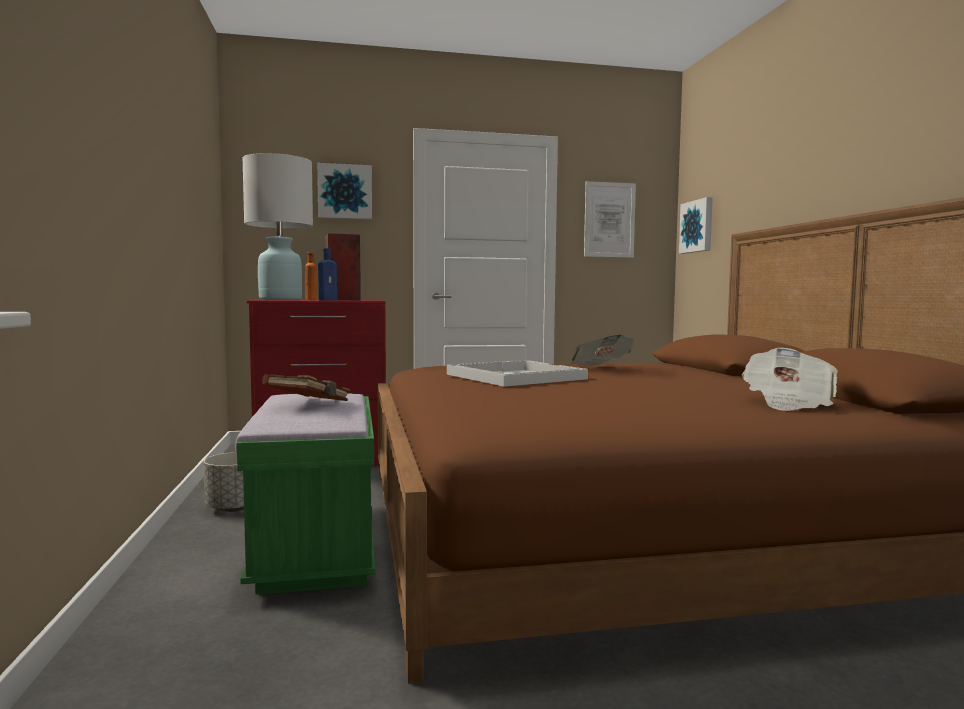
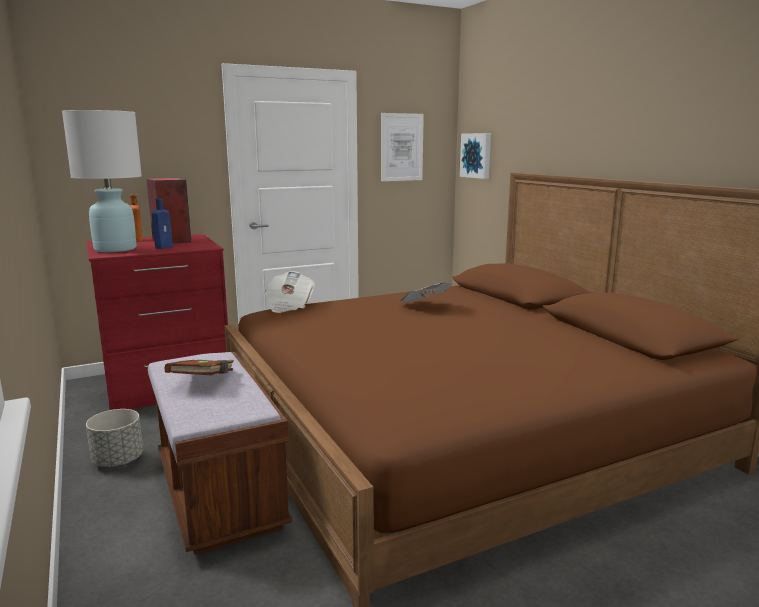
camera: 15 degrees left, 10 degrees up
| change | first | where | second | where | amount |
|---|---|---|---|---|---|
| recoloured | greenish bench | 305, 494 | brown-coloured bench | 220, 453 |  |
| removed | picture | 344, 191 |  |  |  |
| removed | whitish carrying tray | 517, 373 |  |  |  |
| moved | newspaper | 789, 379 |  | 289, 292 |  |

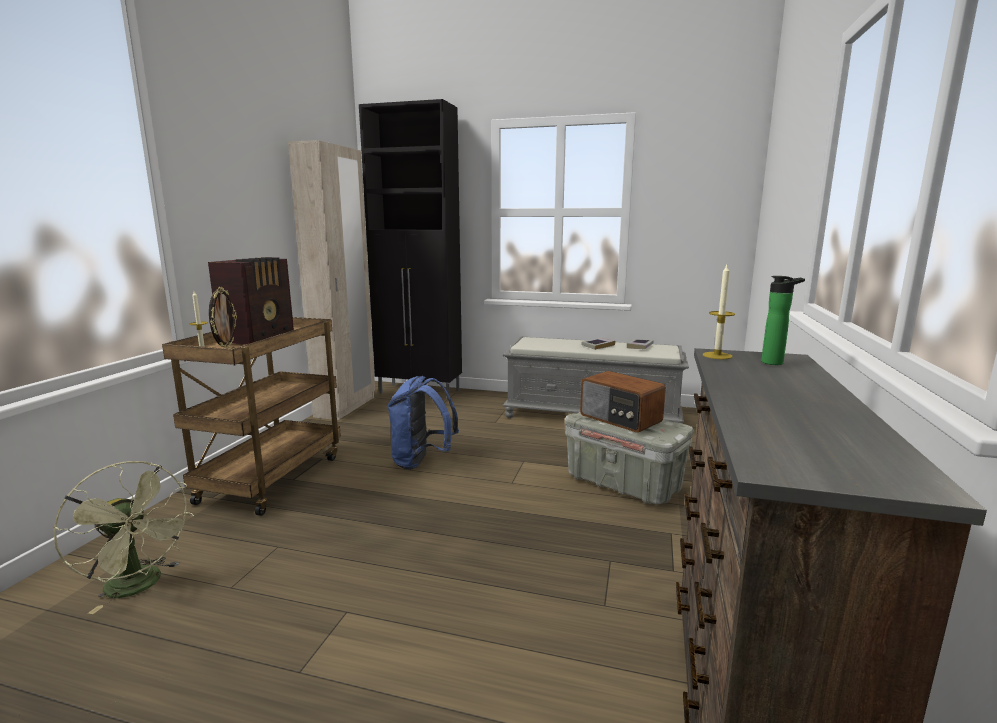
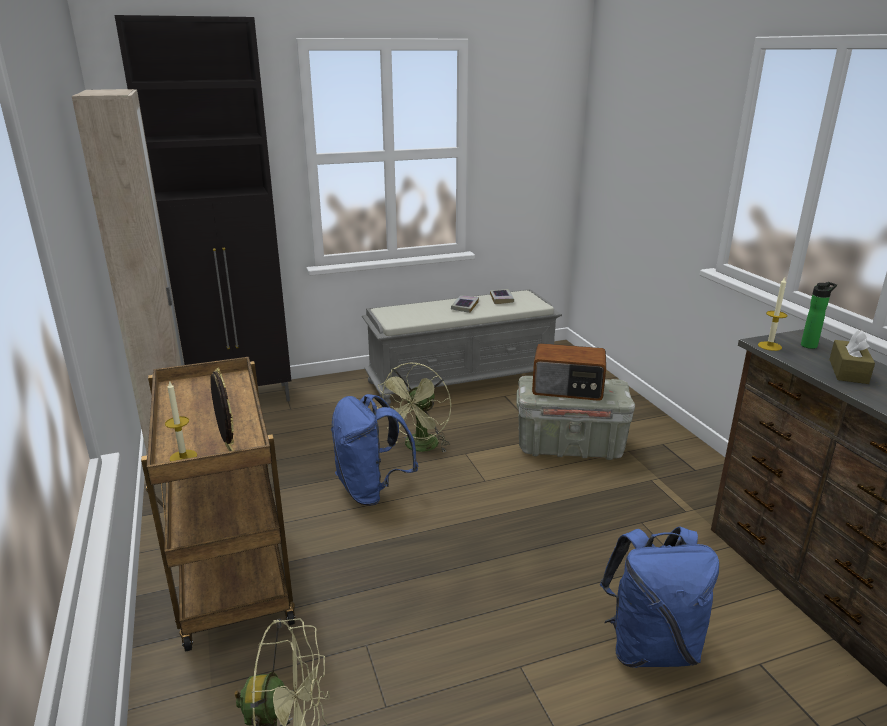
camera: 35 degrees left, 10 degrees up
| change | first | where | second | where | amount |
|---|---|---|---|---|---|
| removed | radio set | 251, 301 |  |  |  |
| added |  |  | greenish electric fan | 414, 407 |  |
| added |  |  | blue-coloured rucksack | 659, 597 |  |
| added |  |  | brown-coloured box of tissues | 852, 357 |  |

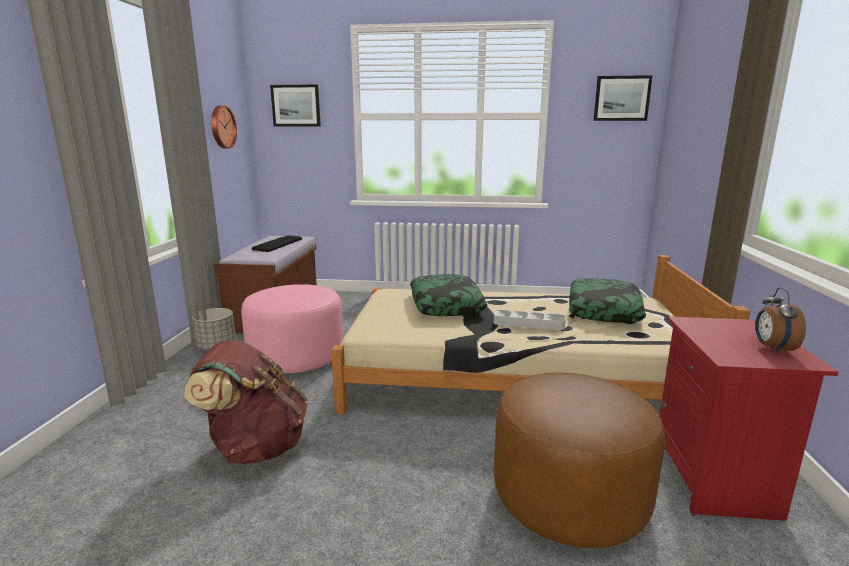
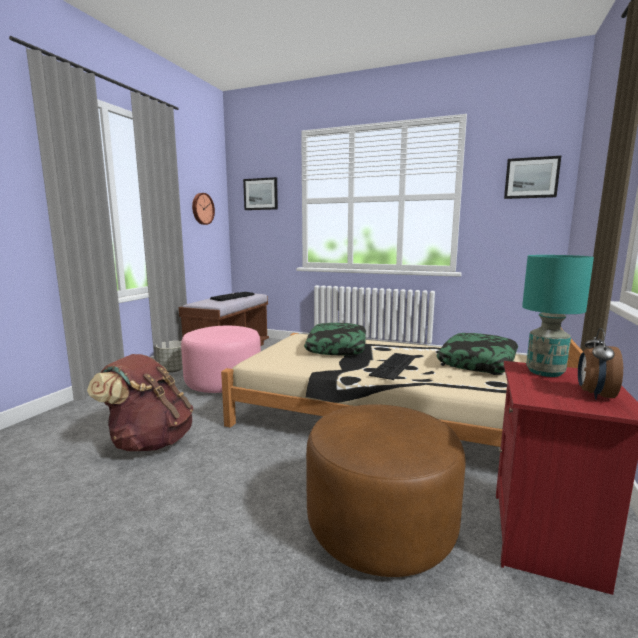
camera: 15 degrees right, 5 degrees down
| change | first | where | second | where | amount |
|---|---|---|---|---|---|
| replaced | gray carrying tray | 530, 320 | keyboard | 393, 366 |  |
| added |  |  | turquoise table lamp | 558, 316 |  |

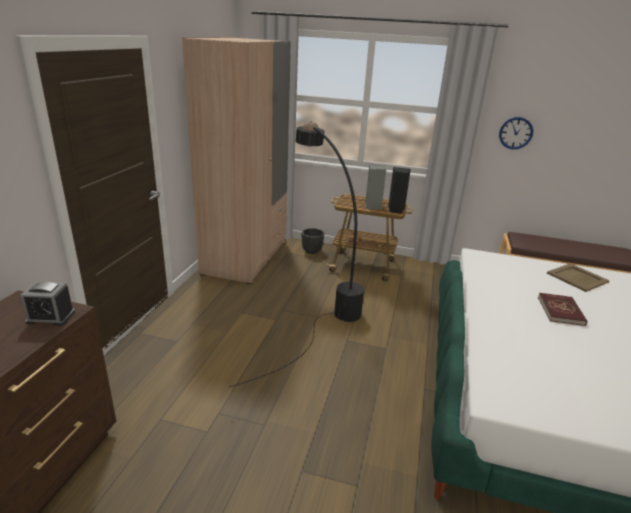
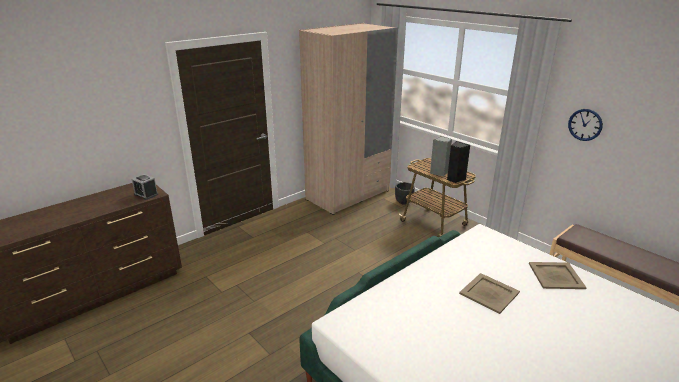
camera: 35 degrees right, 0 degrees up
| change | first | where | second | where | amount |
|---|---|---|---|---|---|
| removed | blackish standard lamp | 296, 254 |  |  |  |
| replaced | red book | 562, 309 | beige-coloured carrying tray | 489, 293 |  |

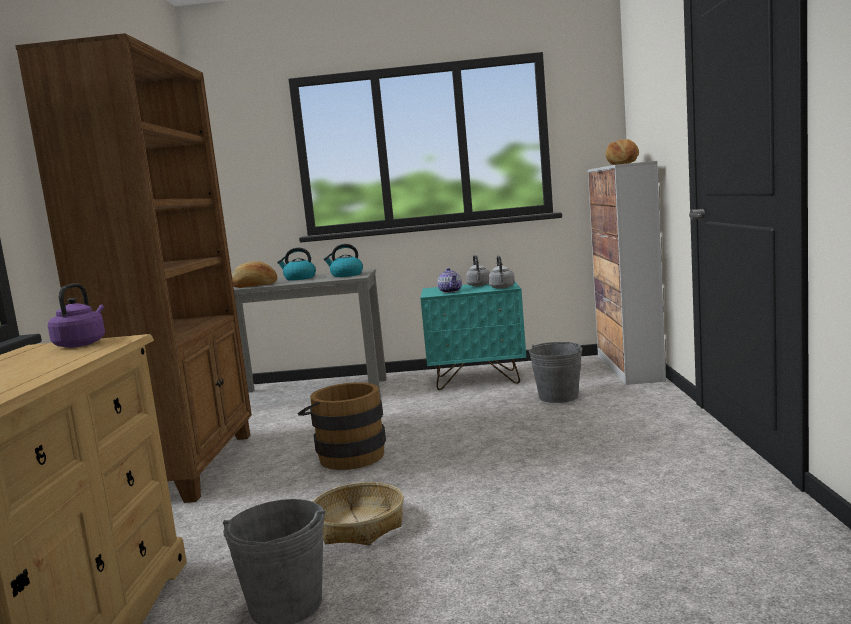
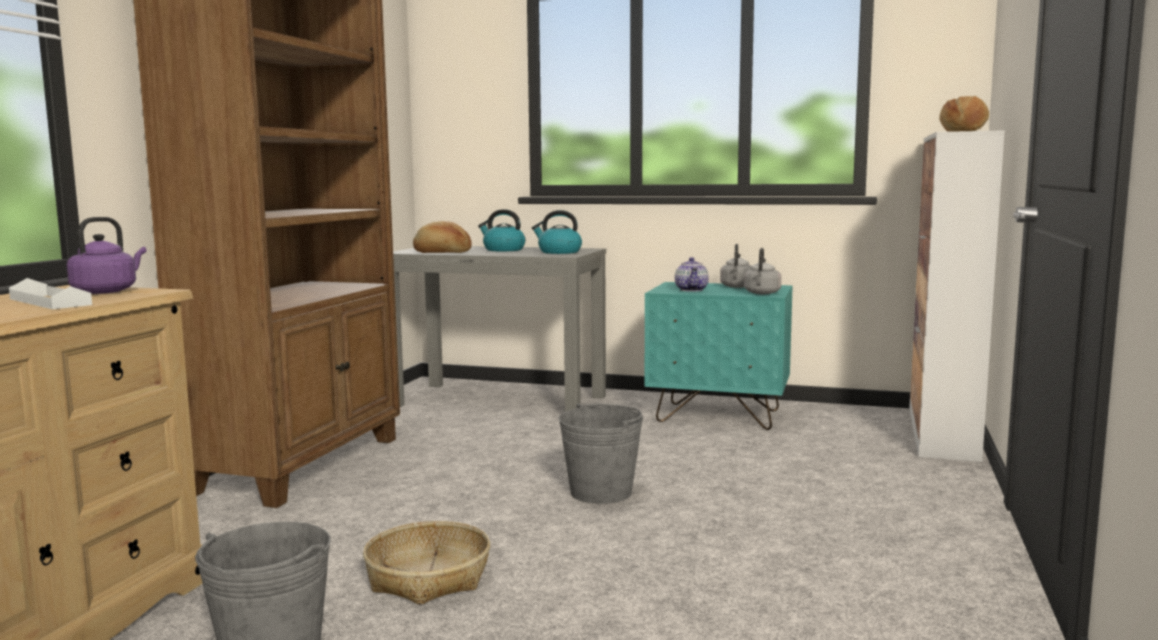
camera: 15 degrees right, 0 degrees up
| change | first | where | second | where | amount |
|---|---|---|---|---|---|
| removed | brown-coloured water bucket | 342, 426 |  |  |  |
| moved | gray water bucket | 556, 372 |  | 600, 453 |  |
| added |  |  | whitish carrying tray | 50, 293 |  |

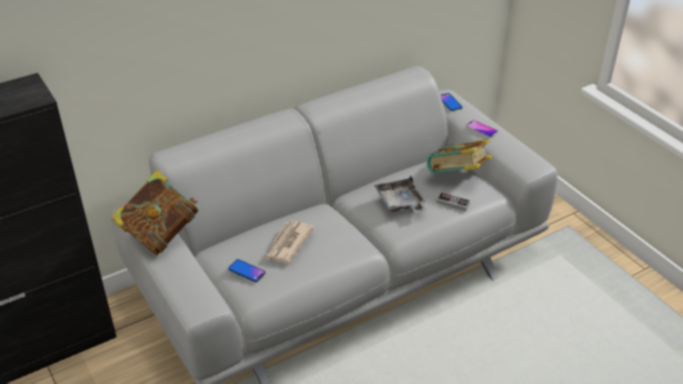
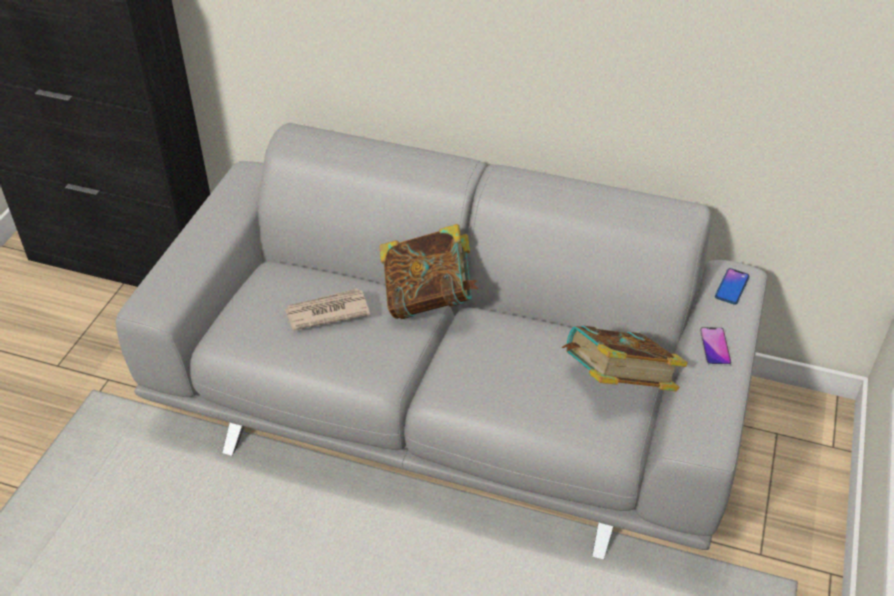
camera: 50 degrees right, 5 degrees up
| change | first | where | second | where | amount |
|---|---|---|---|---|---|
| moved | book | 154, 212 |  | 429, 271 |  |
| removed | handset | 246, 270 |  |  |  |
| removed | gray carrying tray | 400, 194 |  |  |  |
| removed | game controller | 453, 201 |  |  |  |

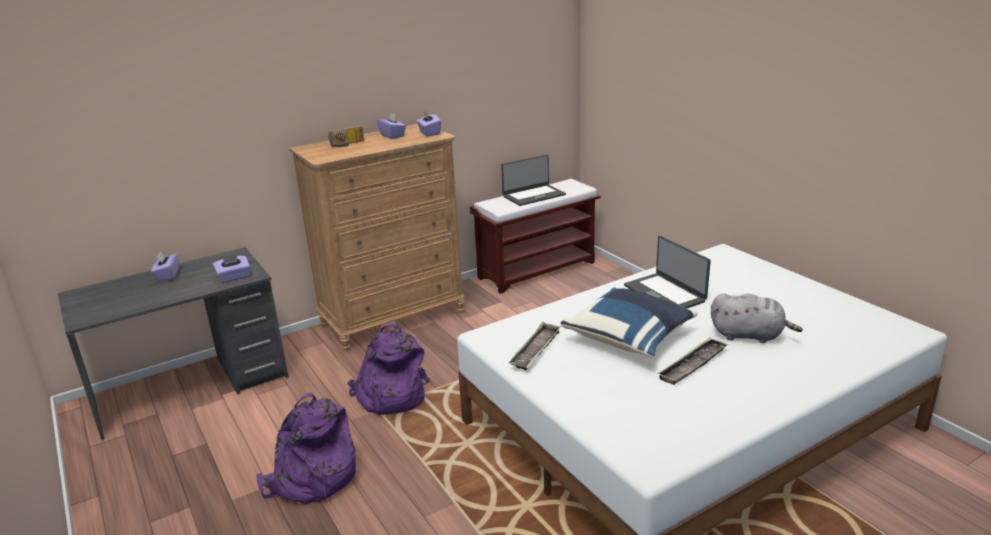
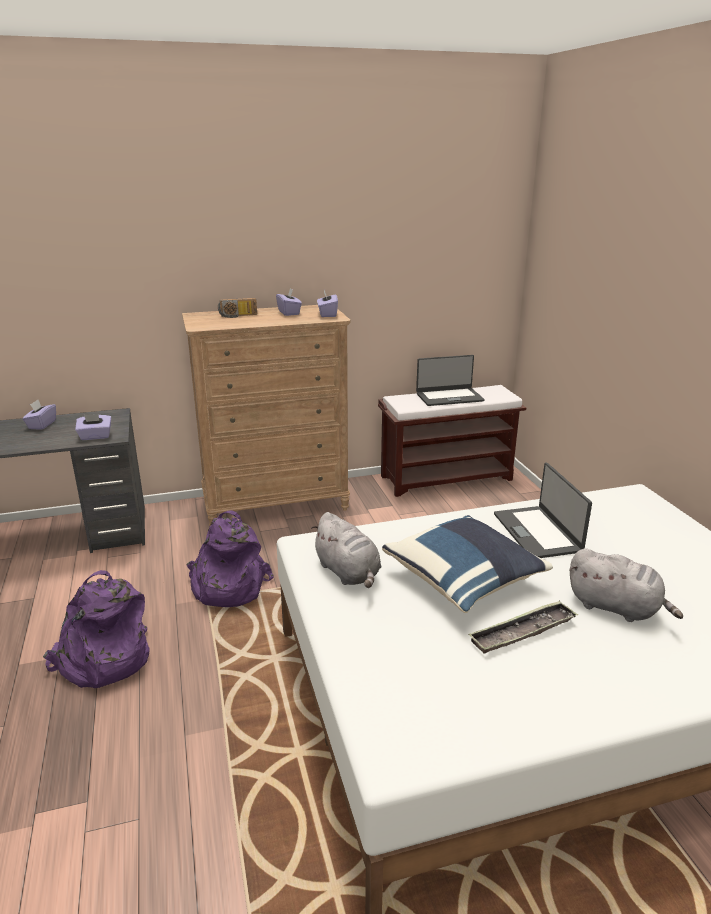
camera: 15 degrees right, 0 degrees up
| change | first | where | second | where | amount |
|---|---|---|---|---|---|
| replaced | carrying tray | 535, 346 | gray soft toy | 346, 550 |  |

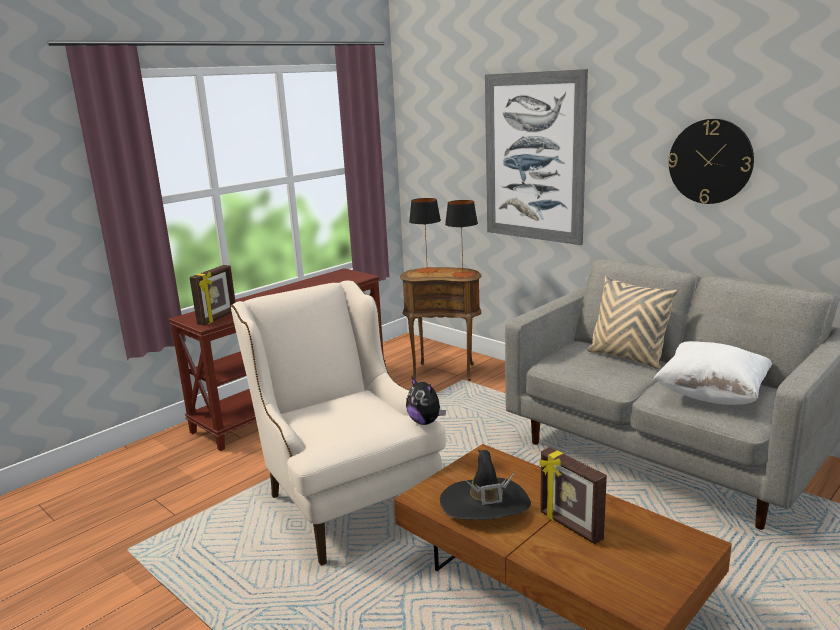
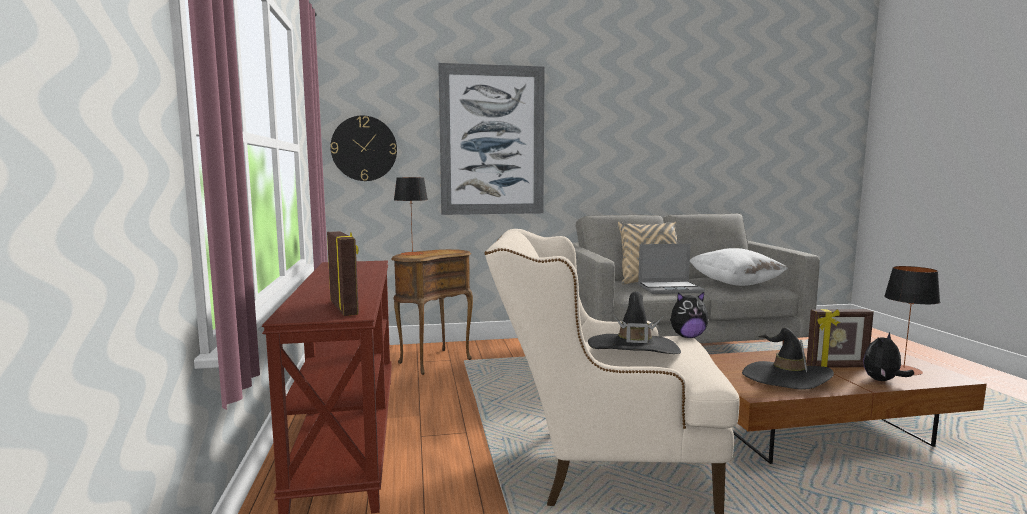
camera: 55 degrees left, 10 degrees down
| change | first | where | second | where | amount |
|---|---|---|---|---|---|
| moved | table lamp | 461, 239 |  | 912, 320 |  |
| moved | clock on the wall | 711, 161 |  | 363, 148 |  |
| added |  |  | blackish wearable hat | 634, 322 |  |
| added |  |  | portable computer | 671, 269 |  |
| added |  |  | soft toy | 888, 356 |  |

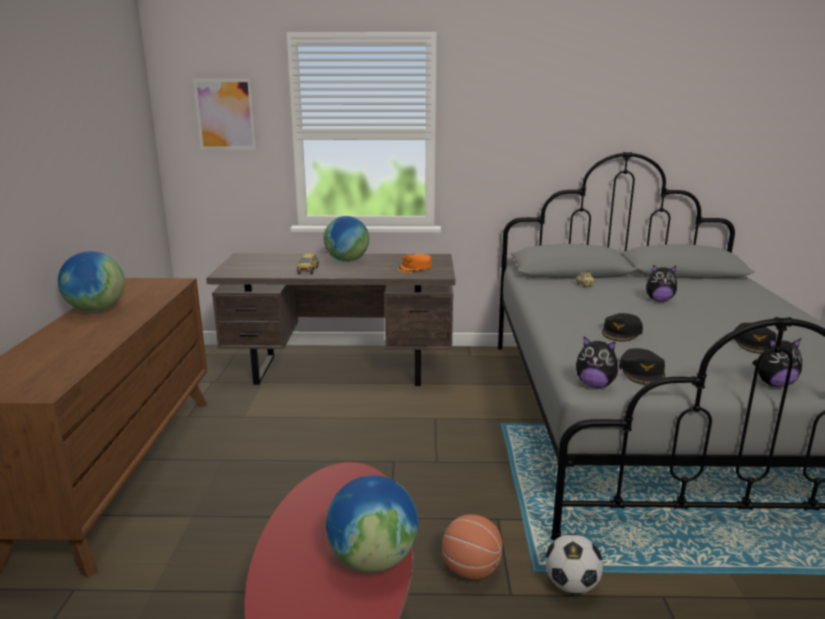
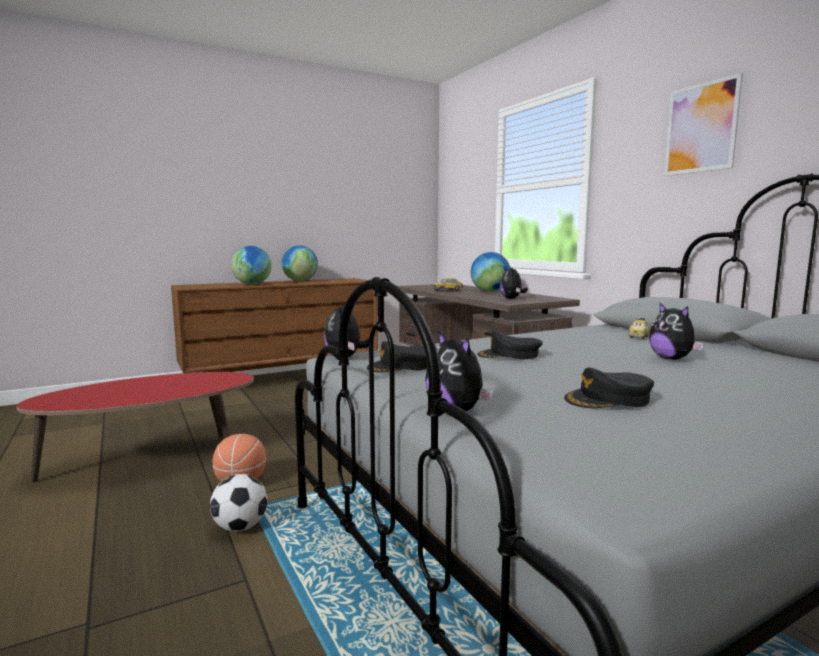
camera: 60 degrees right, 10 degrees down
| change | first | where | second | where | amount |
|---|---|---|---|---|---|
| moved | picture | 225, 114 |  | 703, 124 |  |
| moved | desk globe | 372, 524 |  | 251, 265 |  |
| replaced | orange-coloured cap | 414, 263 | soft toy | 514, 283 |  |

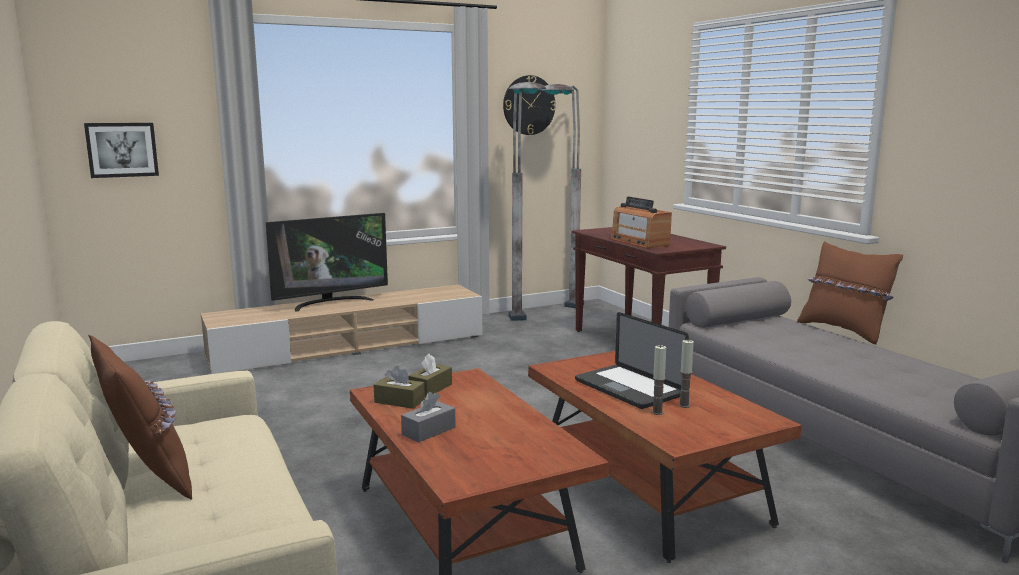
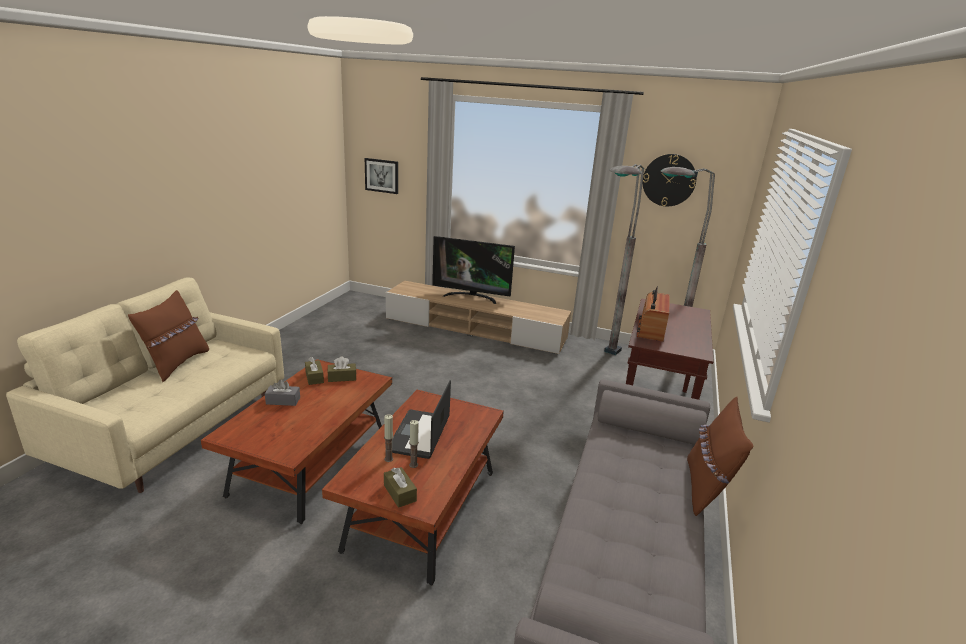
camera: 45 degrees right, 10 degrees up
| change | first | where | second | where | amount |
|---|---|---|---|---|---|
| added |  |  | brown-coloured box of tissues | 400, 487 |  |

